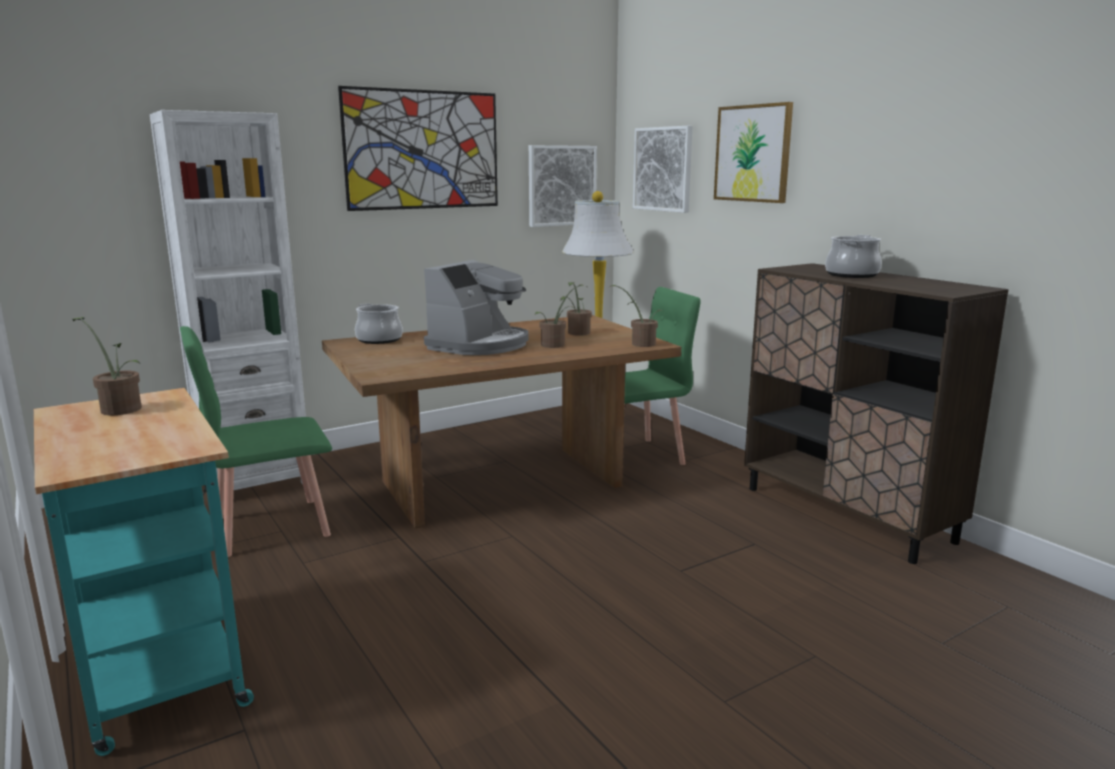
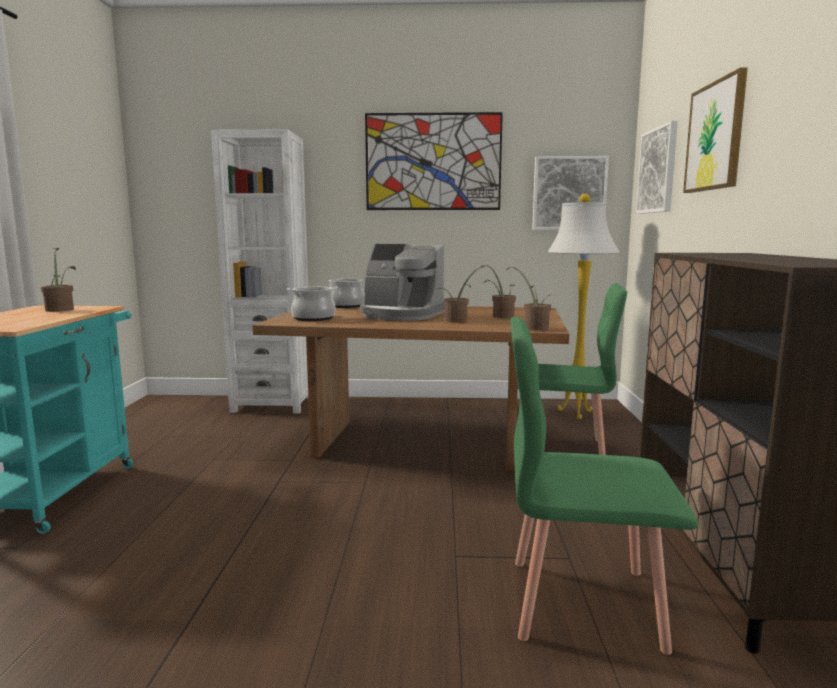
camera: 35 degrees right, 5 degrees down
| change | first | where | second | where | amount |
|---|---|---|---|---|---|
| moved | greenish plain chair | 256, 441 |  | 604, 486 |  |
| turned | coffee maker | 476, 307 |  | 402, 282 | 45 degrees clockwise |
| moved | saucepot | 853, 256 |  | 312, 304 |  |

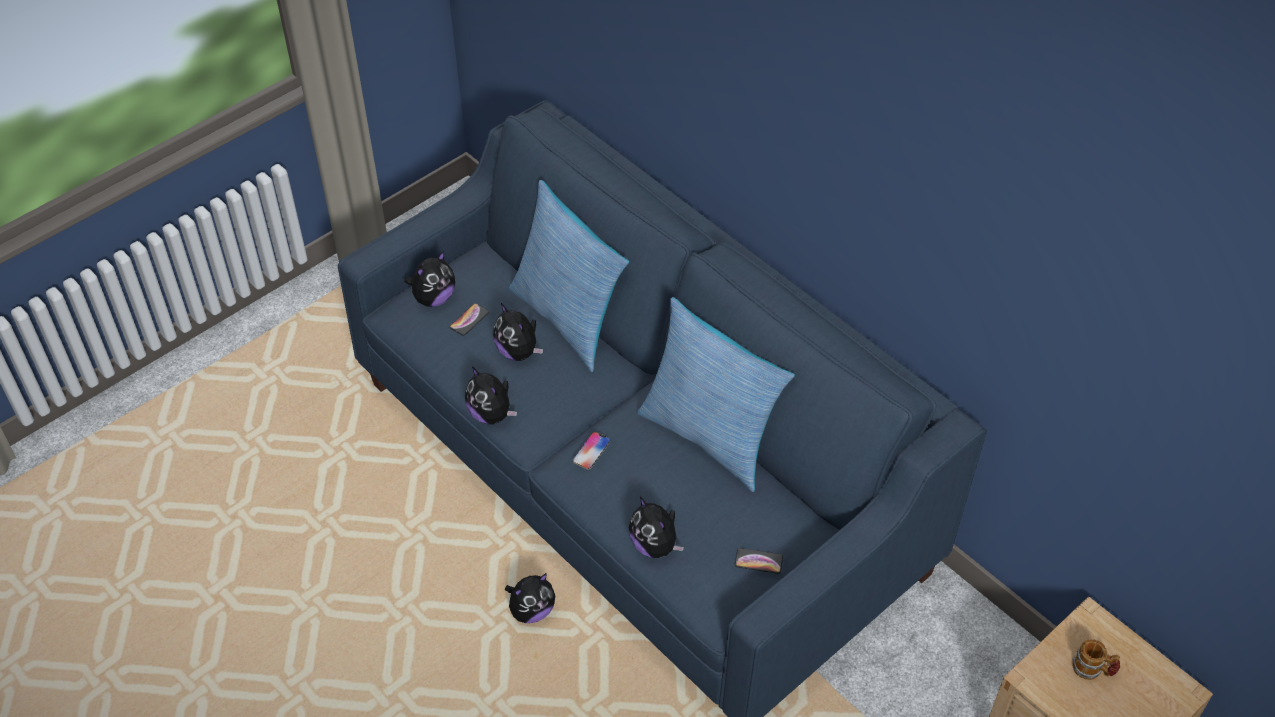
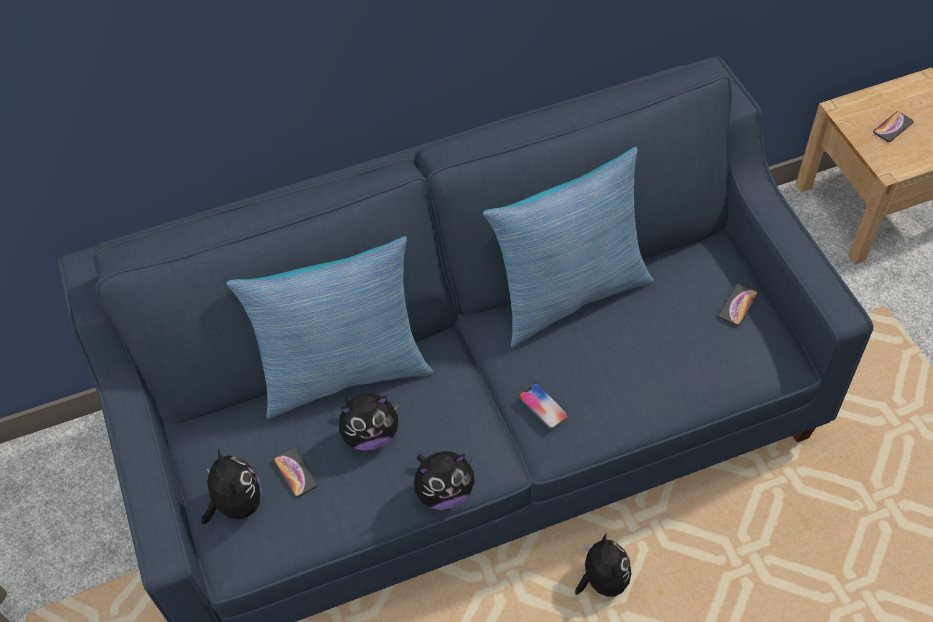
camera: 65 degrees left, 5 degrees up
| change | first | where | second | where | amount |
|---|---|---|---|---|---|
| removed | soft toy | 656, 527 |  |  |  |
| replaced | tea mug | 1096, 659 | handset | 893, 127 |  |

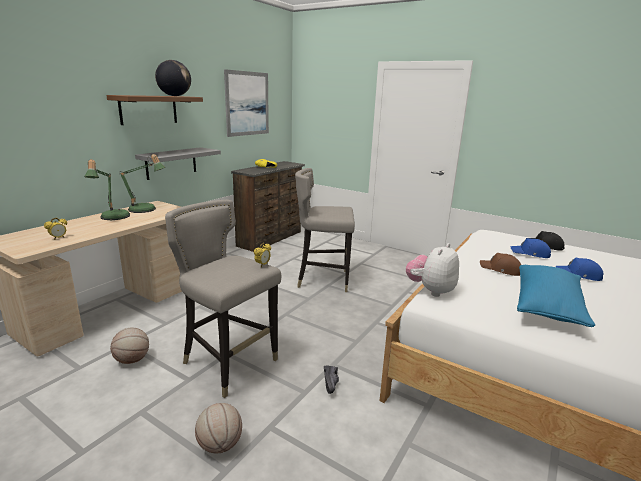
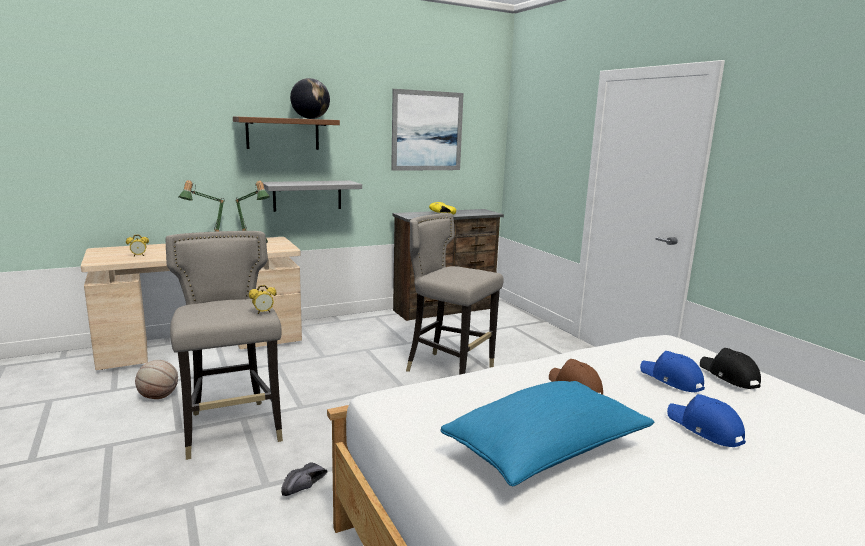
camera: 30 degrees right, 5 degrees down
| change | first | where | second | where | amount |
|---|---|---|---|---|---|
| removed | basketball ball | 218, 428 |  |  |  |
| removed | soft toy | 432, 270 |  |  |  |

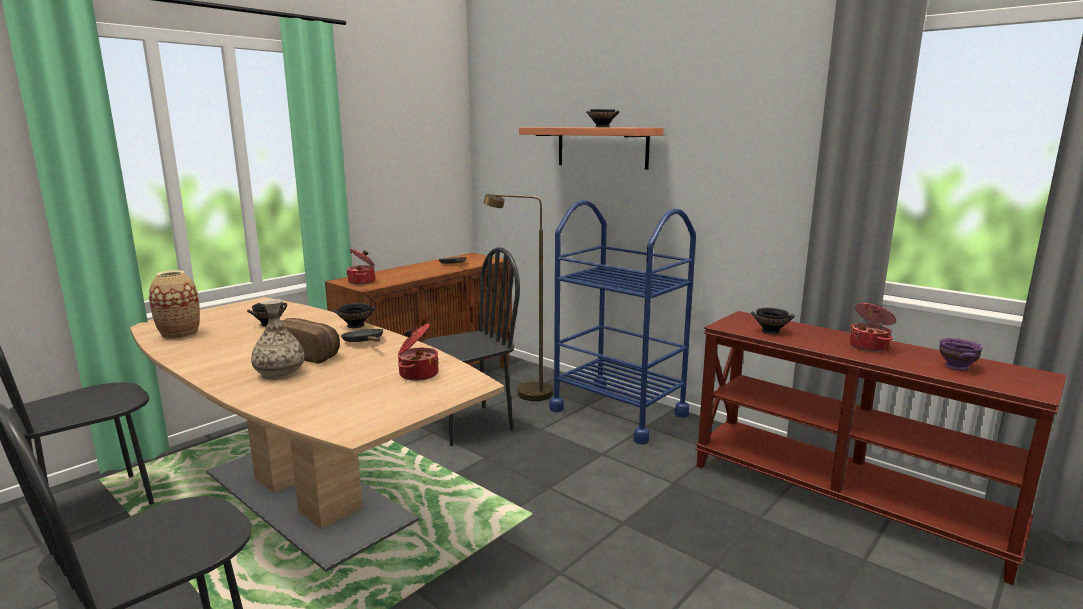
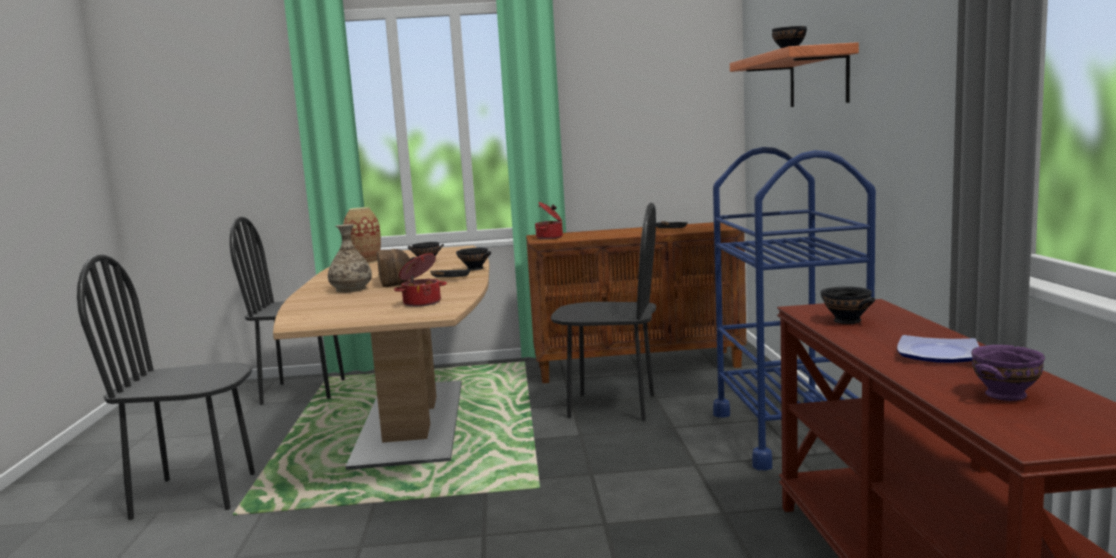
camera: 45 degrees right, 5 degrees down
| change | first | where | second | where | amount |
|---|---|---|---|---|---|
| removed | brown-coloured standard lamp | 518, 297 |  |  |  |
| replaced | saucepot | 873, 327 | dinner plate | 938, 349 |  |

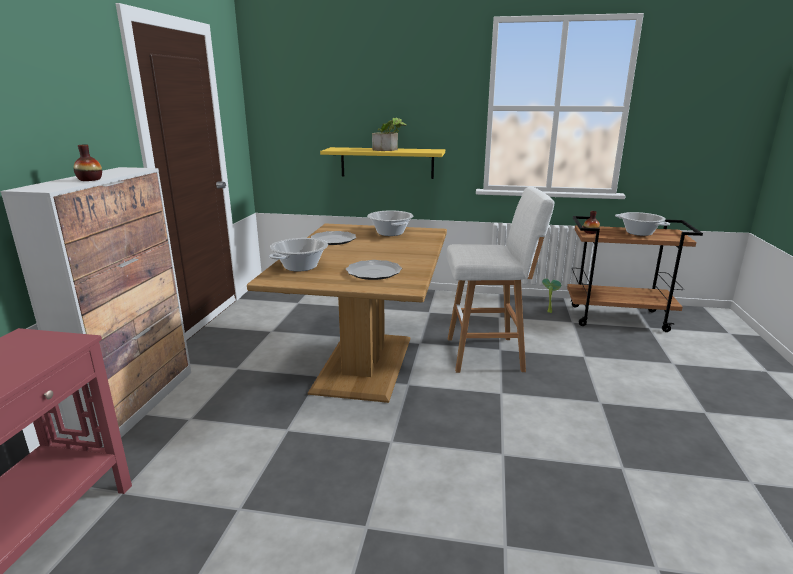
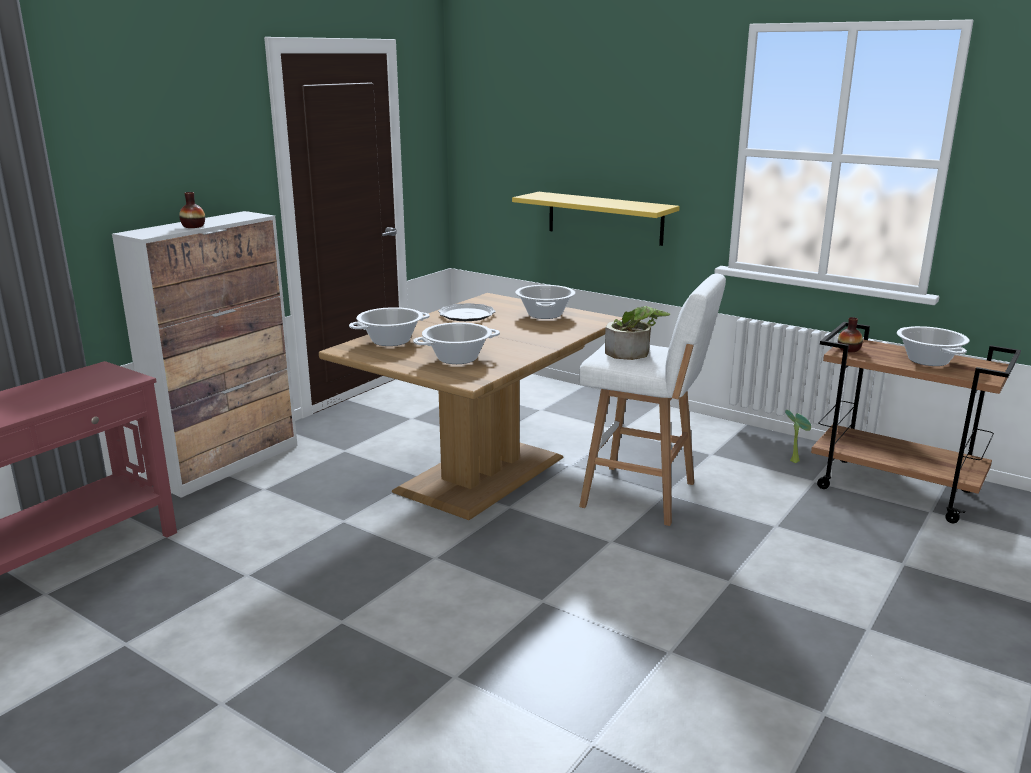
camera: 25 degrees right, 0 degrees up
| change | first | where | second | where | amount |
|---|---|---|---|---|---|
| replaced | dinner plate | 374, 270 | saucepot | 456, 343 |  |
| moved | potted plant | 389, 134 |  | 637, 333 |  |

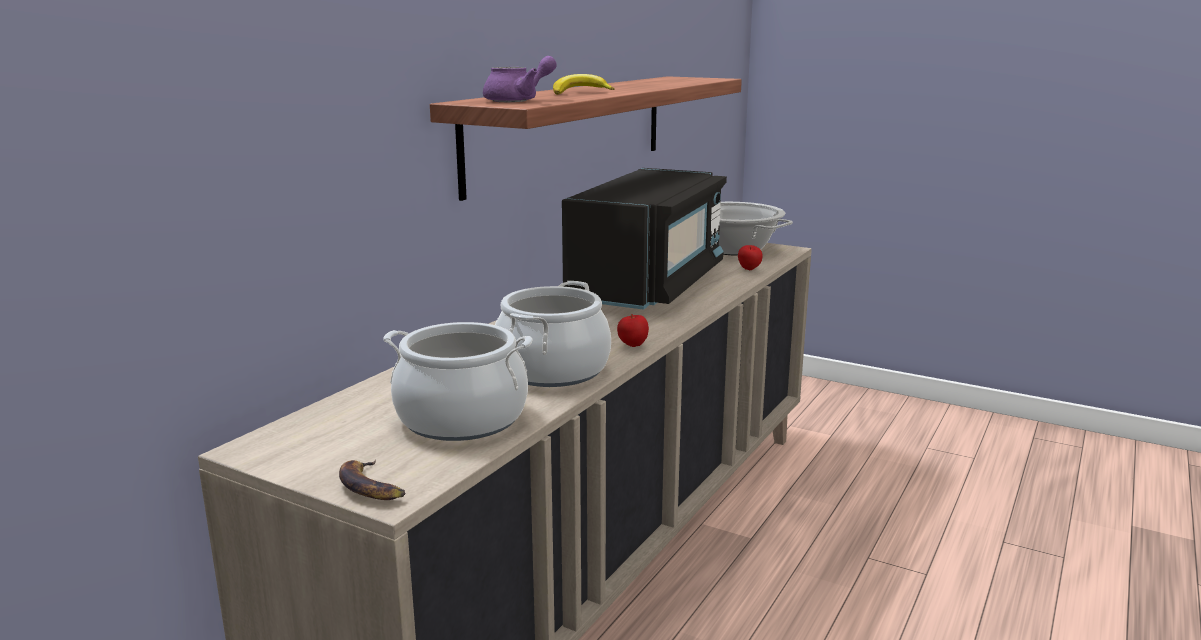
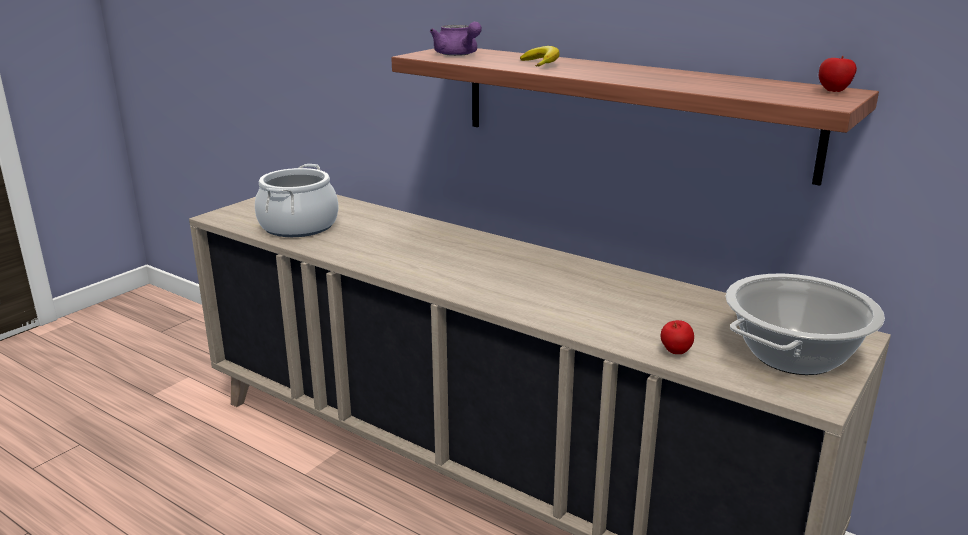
camera: 95 degrees right, 5 degrees up
| change | first | where | second | where | amount |
|---|---|---|---|---|---|
| removed | banana fruit | 372, 480 |  |  |  |
| removed | saucepot | 553, 334 |  |  |  |
| removed | blackish kitchen microwave | 644, 239 |  |  |  |
| moved | whole apple | 633, 330 |  | 838, 74 |  |

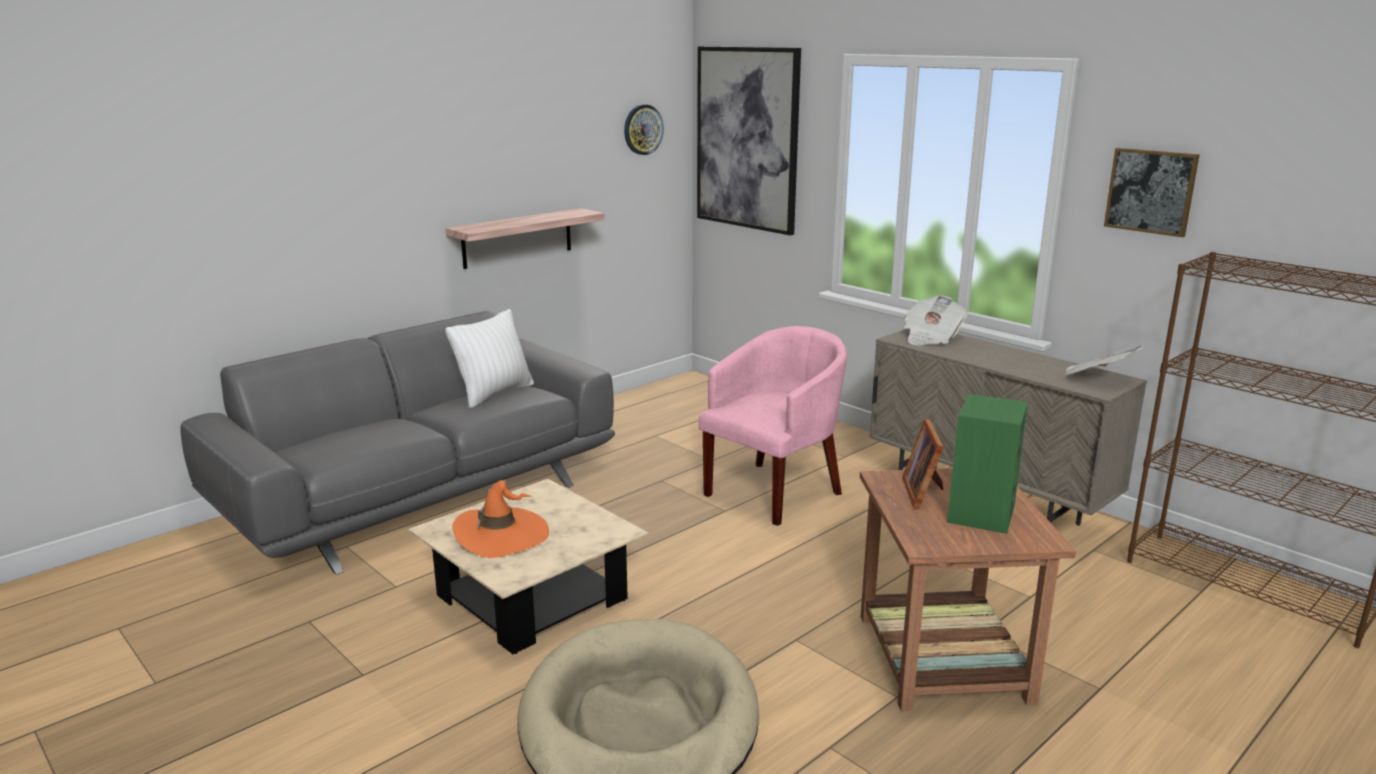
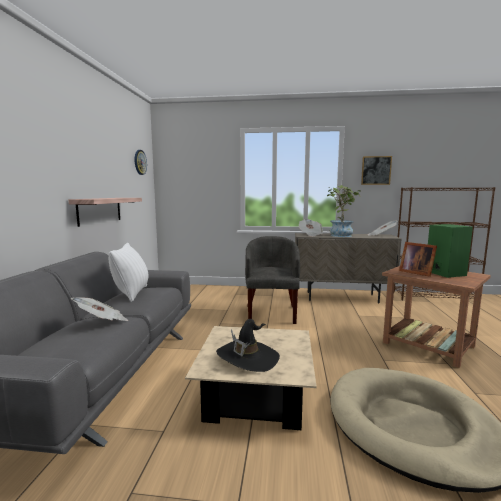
camera: 40 degrees left, 10 degrees down
| change | first | where | second | where | amount |
|---|---|---|---|---|---|
| recoloured | orange-coloured wearable hat | 501, 519 | blackish wearable hat | 248, 345 |  |
| removed | picture | 749, 140 |  |  |  |
| recoloured | pink lounge chair | 772, 426 | gray lounge chair | 272, 280 |  |
| added |  |  | newspaper | 100, 309 |  |
| added |  |  | potted plant | 344, 211 |  |

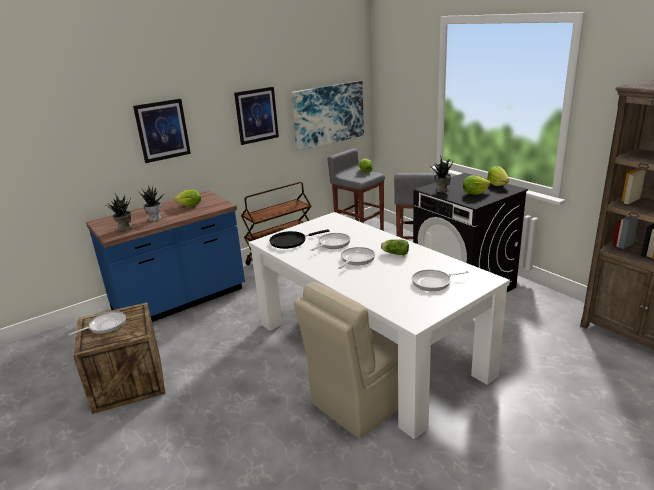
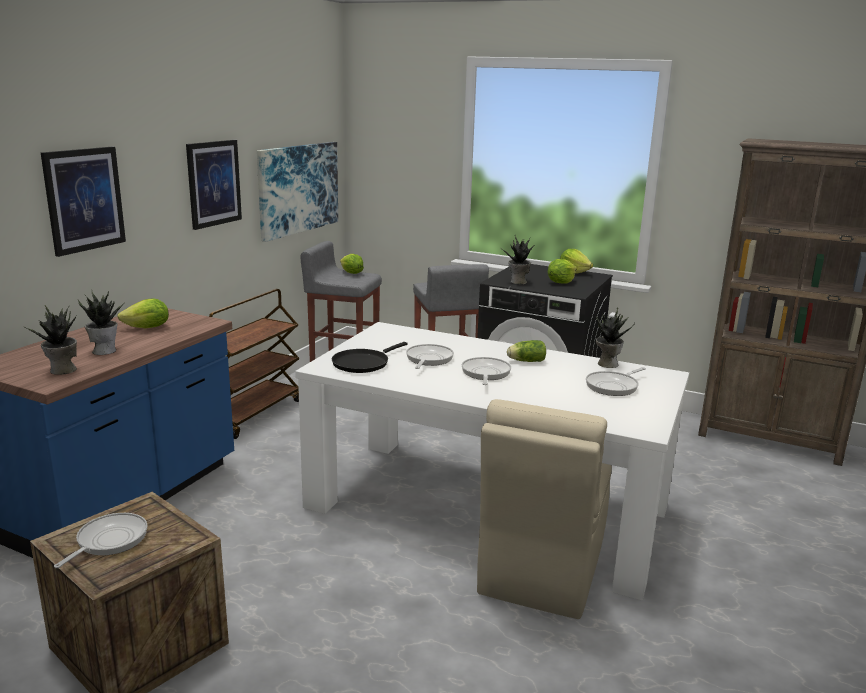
camera: 30 degrees left, 5 degrees down
| change | first | where | second | where | amount |
|---|---|---|---|---|---|
| added |  |  | potted plant | 615, 337 |  |

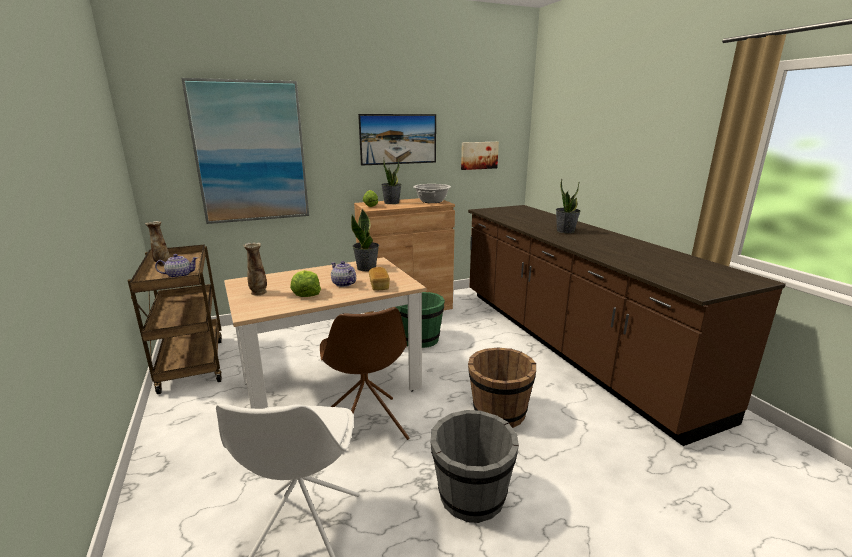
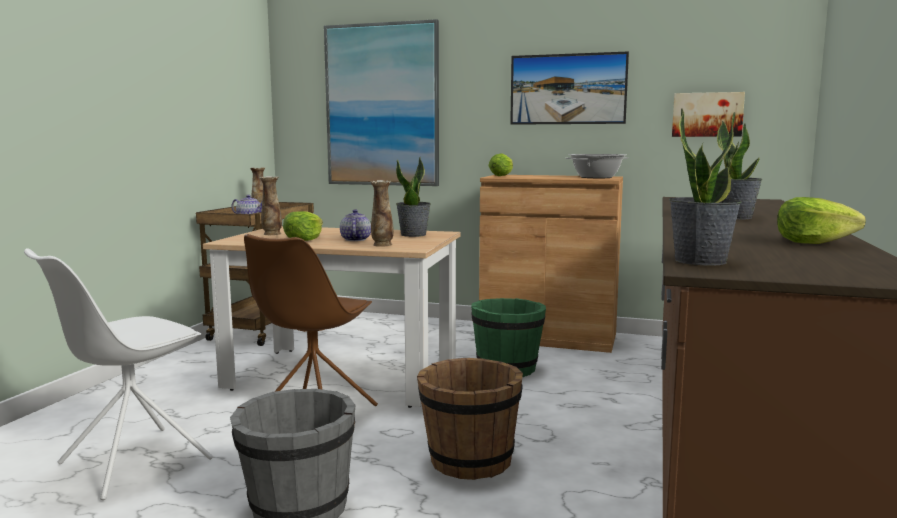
camera: 40 degrees right, 10 degrees down
| change | first | where | second | where | amount |
|---|---|---|---|---|---|
| replaced | baked bread | 379, 279 | vase | 382, 213 |  |
| moved | potted plant | 391, 181 |  | 705, 186 |  |
| added |  |  | lettuce | 821, 220 |  |

